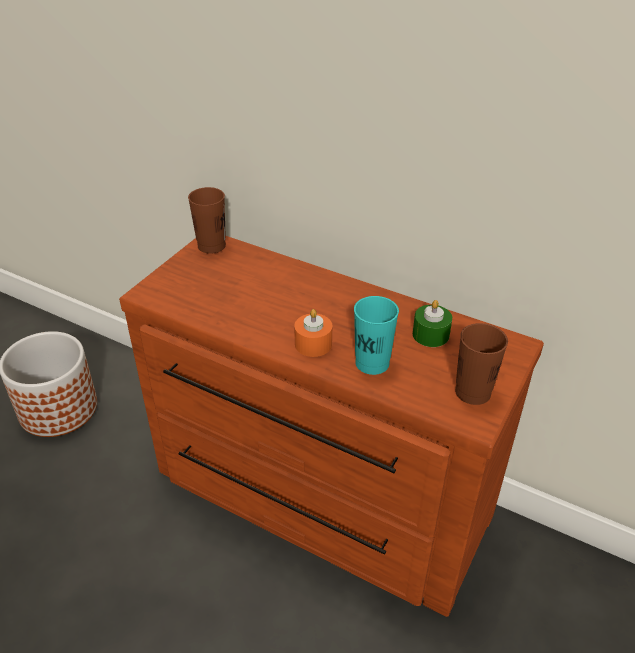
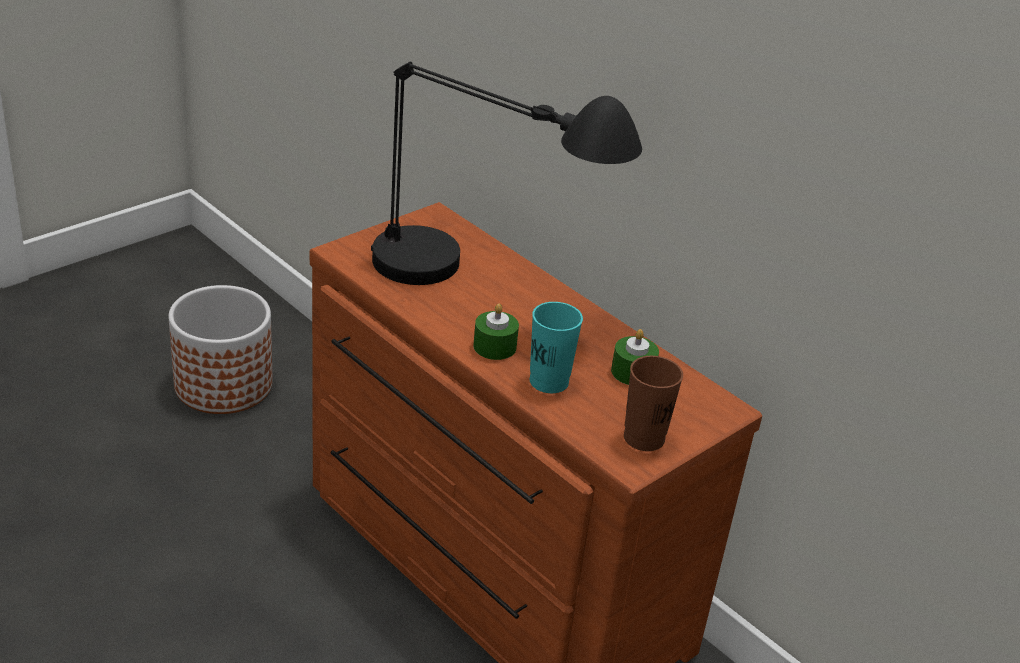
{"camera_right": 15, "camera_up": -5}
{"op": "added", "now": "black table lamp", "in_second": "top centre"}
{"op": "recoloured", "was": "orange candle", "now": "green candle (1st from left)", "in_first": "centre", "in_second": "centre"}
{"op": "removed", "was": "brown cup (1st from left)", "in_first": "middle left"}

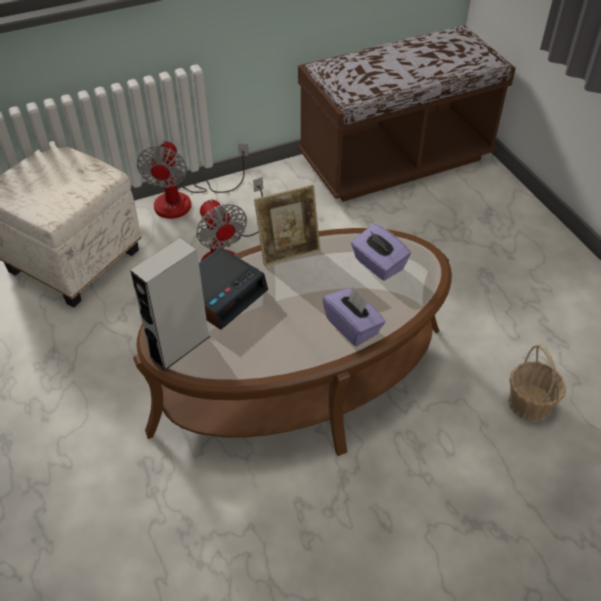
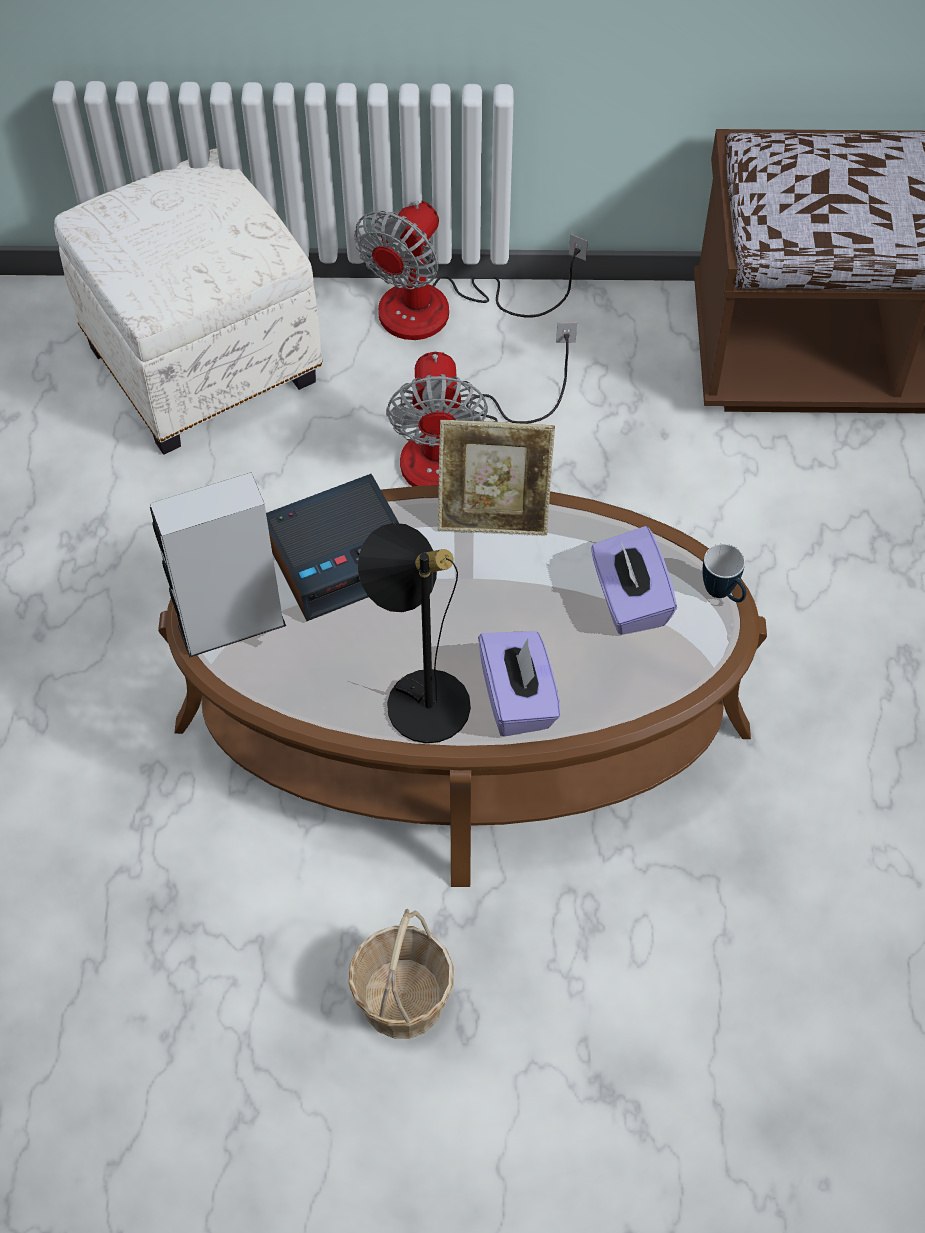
{"camera_right": 25, "camera_up": 10}
{"op": "moved", "was": "basket", "in_first": "middle right", "in_second": "bottom centre"}
{"op": "added", "now": "black table lamp", "in_second": "centre"}
{"op": "added", "now": "mug", "in_second": "middle right"}

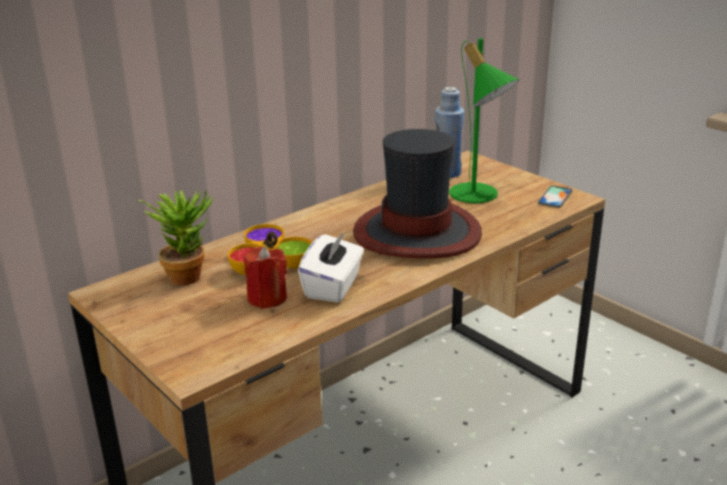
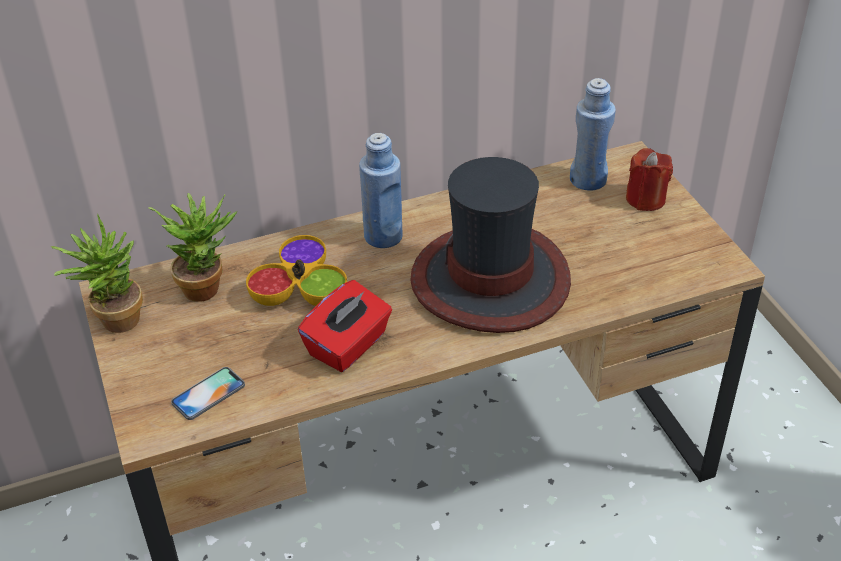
{"camera_right": 20, "camera_up": 15}
{"op": "added", "now": "potted plant (1st from left)", "in_second": "middle left"}
{"op": "moved", "was": "phone", "in_first": "middle right", "in_second": "bottom left"}
{"op": "recoloured", "was": "white tissue box", "now": "red tissue box", "in_first": "centre", "in_second": "centre"}
{"op": "added", "now": "blue bottle (1st from left)", "in_second": "centre"}
{"op": "moved", "was": "red candle", "in_first": "centre", "in_second": "top right"}
{"op": "removed", "was": "green table lamp", "in_first": "top centre"}

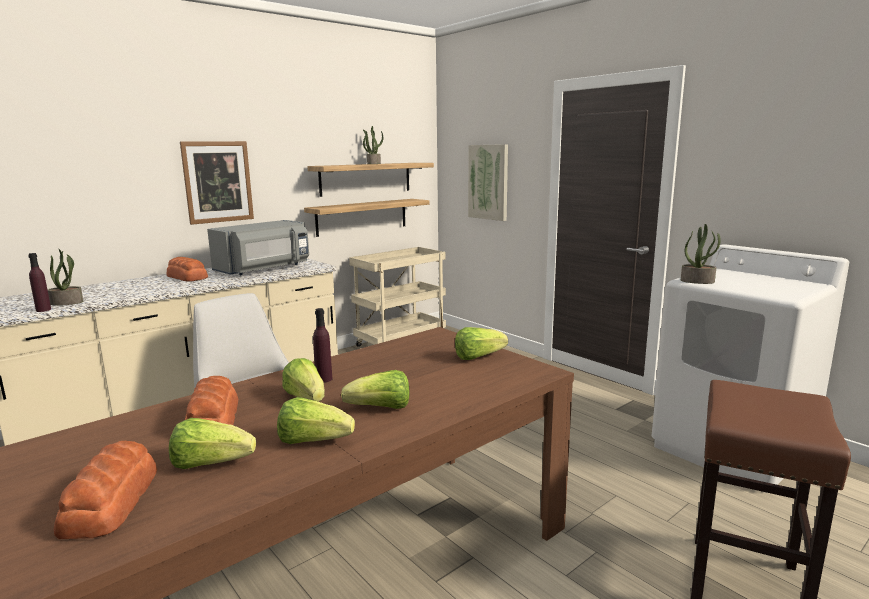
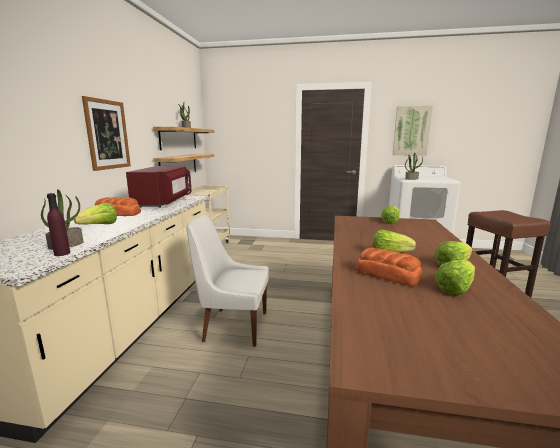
{"camera_right": -40, "camera_up": 0}
{"op": "moved", "was": "lettuce (4th from left in the first image)", "now": "lettuce (1st from left)", "in_first": "centre", "in_second": "middle left"}
{"op": "recoloured", "was": "grey microwave", "now": "red microwave", "in_first": "middle left", "in_second": "middle left"}
{"op": "moved", "was": "picture (2nd from left)", "in_first": "top centre", "in_second": "top right"}
{"op": "removed", "was": "bread (1st from left)", "in_first": "bottom left"}
{"op": "removed", "was": "purple bottle (2nd from left)", "in_first": "centre"}

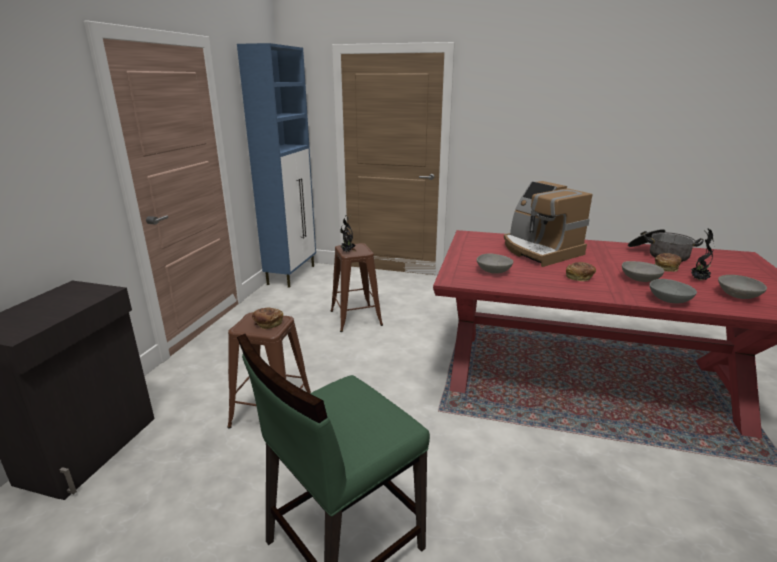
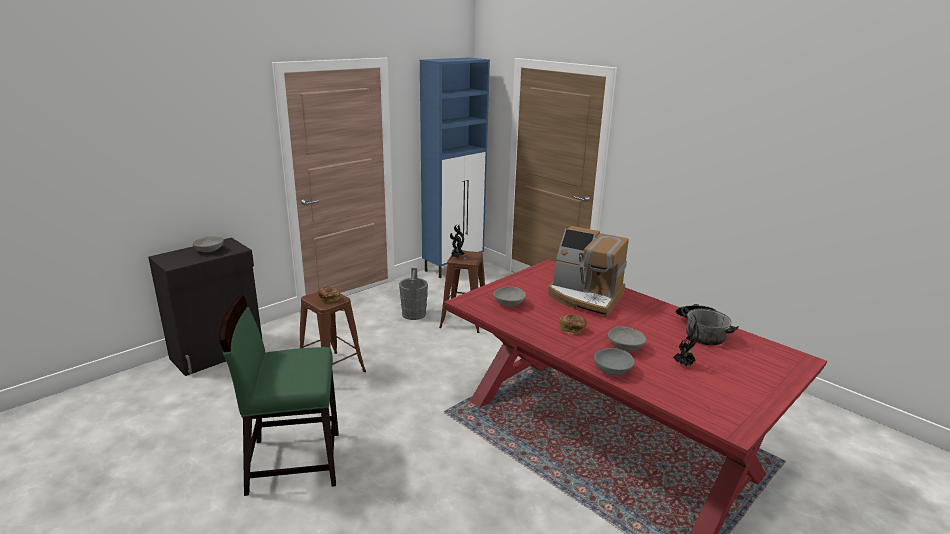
{"camera_right": 30, "camera_up": 0}
{"op": "moved", "was": "grey bowl (4th from left in the first image)", "now": "grey bowl (1st from left)", "in_first": "middle right", "in_second": "middle left"}
{"op": "added", "now": "grey bucket", "in_second": "centre"}
{"op": "turned", "was": "coffee machine", "in_first": "middle right", "in_second": "centre", "clockwise": -60}
{"op": "removed", "was": "bread (3rd from left)", "in_first": "middle right"}

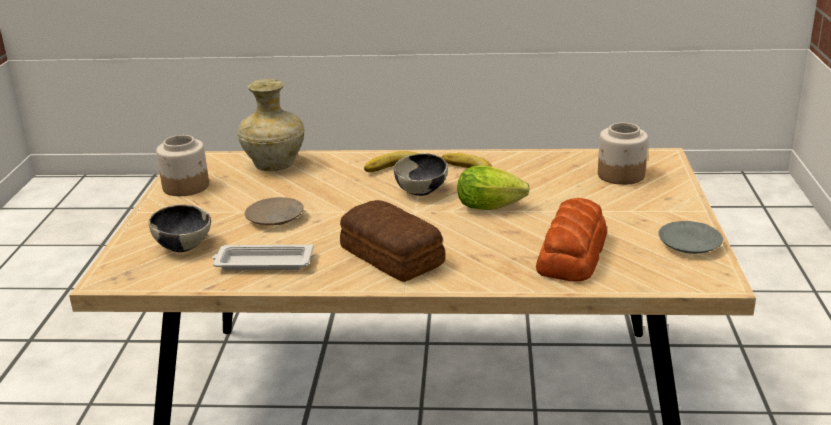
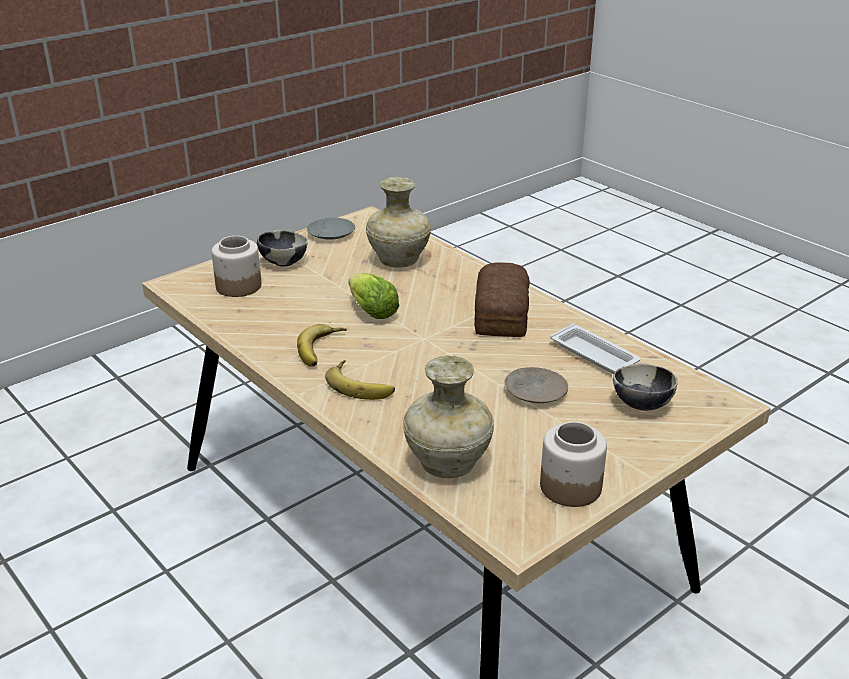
{"camera_right": -135, "camera_up": 5}
{"op": "moved", "was": "bowl (2nd from left in the first image)", "now": "bowl (1st from left)", "in_first": "centre", "in_second": "middle left"}
{"op": "replaced", "was": "bread (2nd from left)", "now": "beige vase (1st from left)", "in_first": "middle right", "in_second": "top centre"}

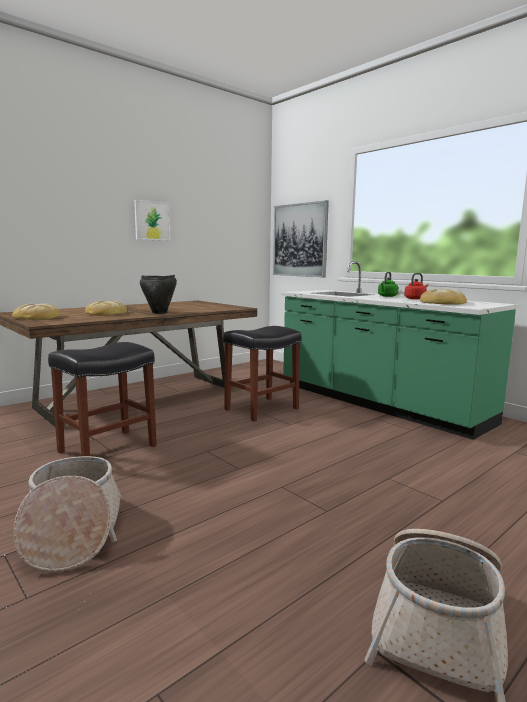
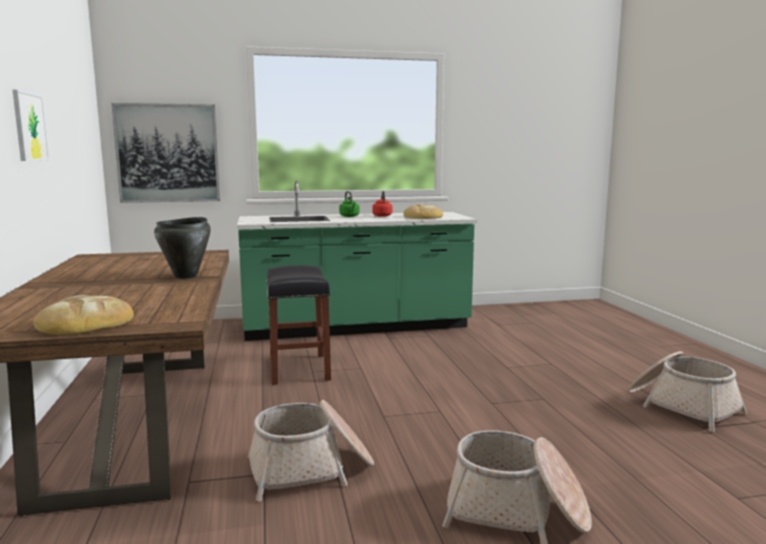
{"camera_right": -60, "camera_up": 0}
{"op": "replaced", "was": "black stool (1st from left)", "now": "basket (1st from left)", "in_first": "middle left", "in_second": "bottom centre"}
{"op": "removed", "was": "bread (2nd from left)", "in_first": "middle left"}

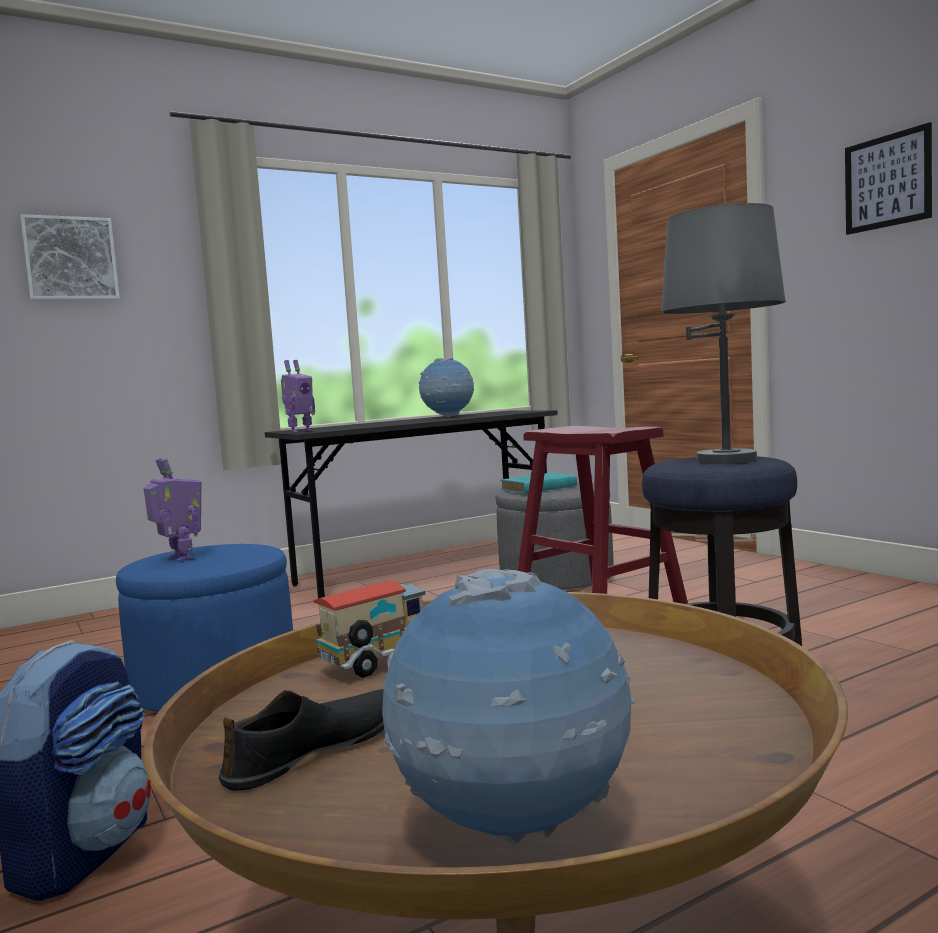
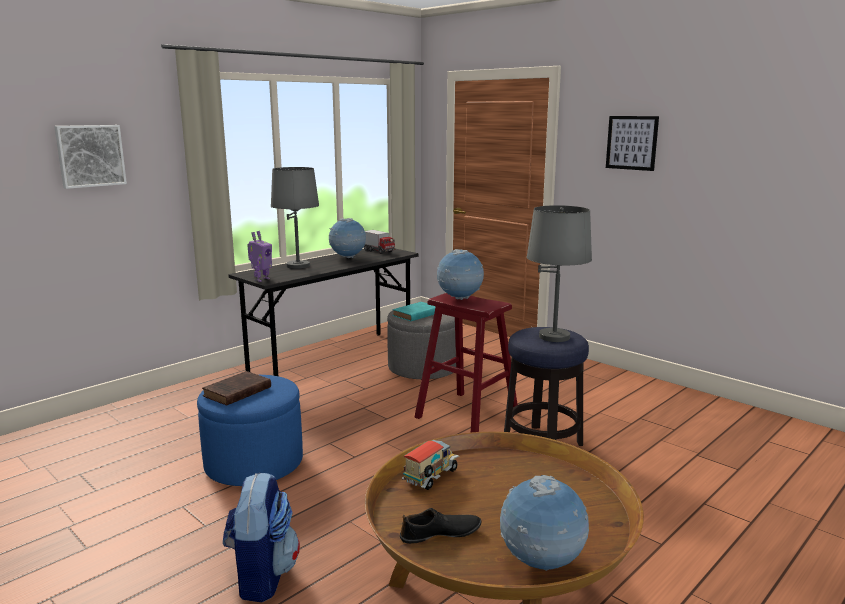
{"camera_right": -15, "camera_up": 10}
{"op": "replaced", "was": "toy robot (1st from left)", "now": "brown book", "in_first": "middle left", "in_second": "middle left"}
{"op": "added", "now": "grey table lamp (1st from left)", "in_second": "centre"}
{"op": "added", "now": "toy truck (1st from left)", "in_second": "centre"}
{"op": "turned", "was": "black shoe", "in_first": "bottom left", "in_second": "bottom centre", "clockwise": 45}
{"op": "added", "now": "globe (2nd from left)", "in_second": "centre"}

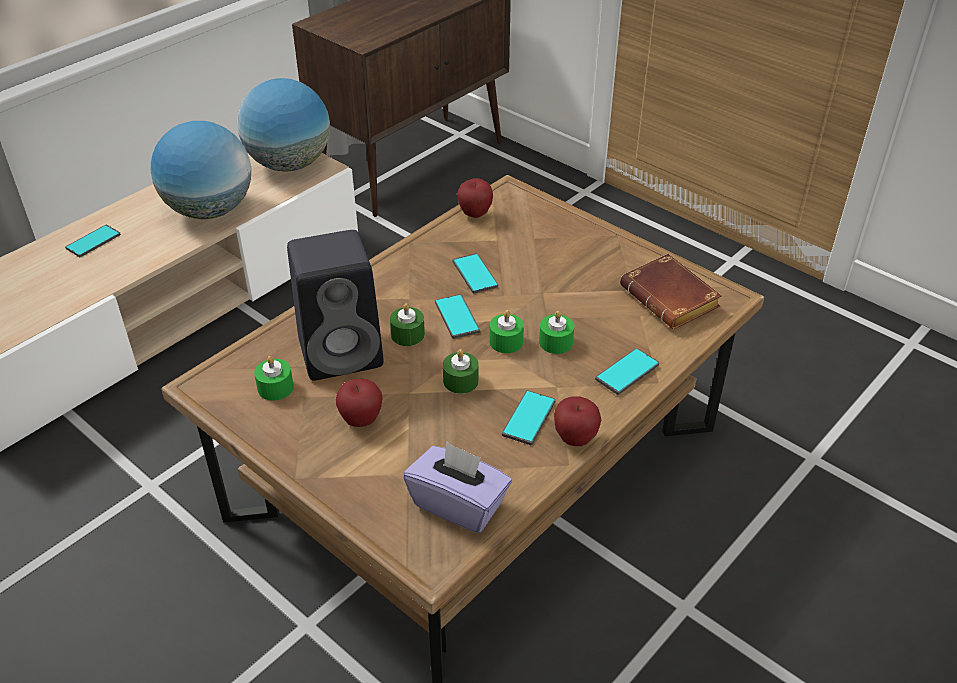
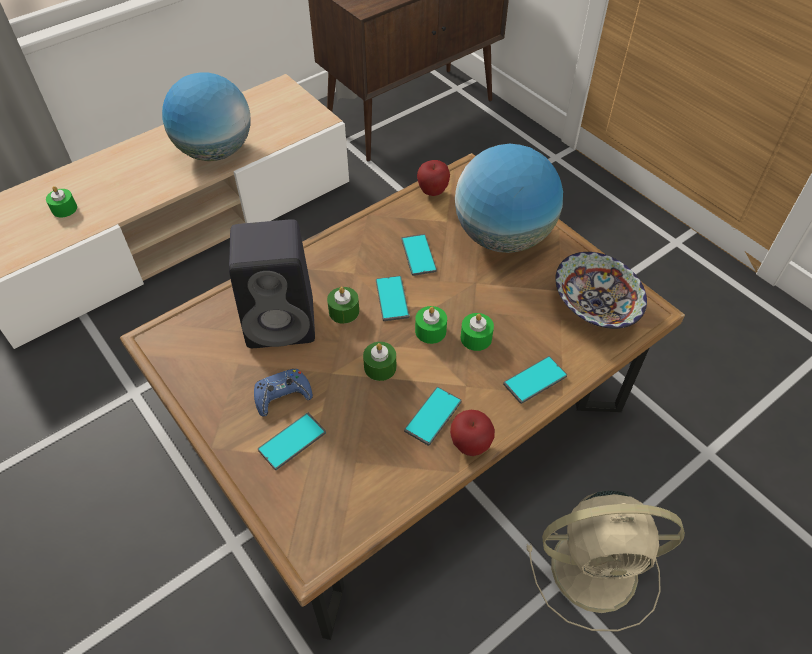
{"camera_right": 10, "camera_up": 10}
{"op": "moved", "was": "green candle (1st from left)", "in_first": "middle left", "in_second": "top left"}
{"op": "replaced", "was": "apple (1st from left)", "now": "blue game controller", "in_first": "centre", "in_second": "centre"}
{"op": "moved", "was": "phone (1st from left)", "in_first": "middle left", "in_second": "bottom centre"}
{"op": "moved", "was": "globe (2nd from left)", "in_first": "top left", "in_second": "top centre"}
{"op": "added", "now": "beige fan", "in_second": "bottom right"}
{"op": "replaced", "was": "brown book", "now": "bowl", "in_first": "middle right", "in_second": "middle right"}
{"op": "removed", "was": "purple tissue box", "in_first": "bottom centre"}

